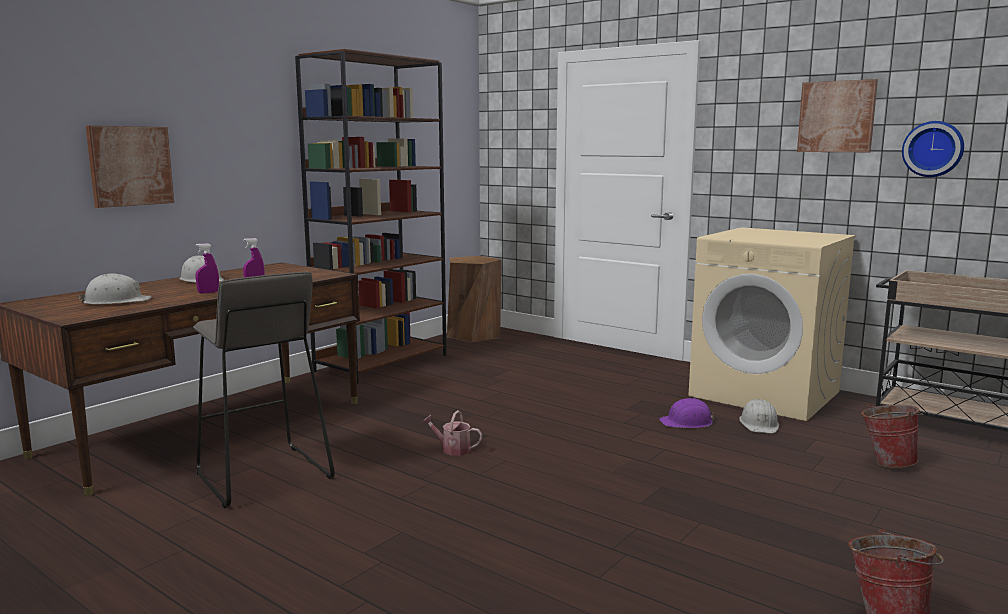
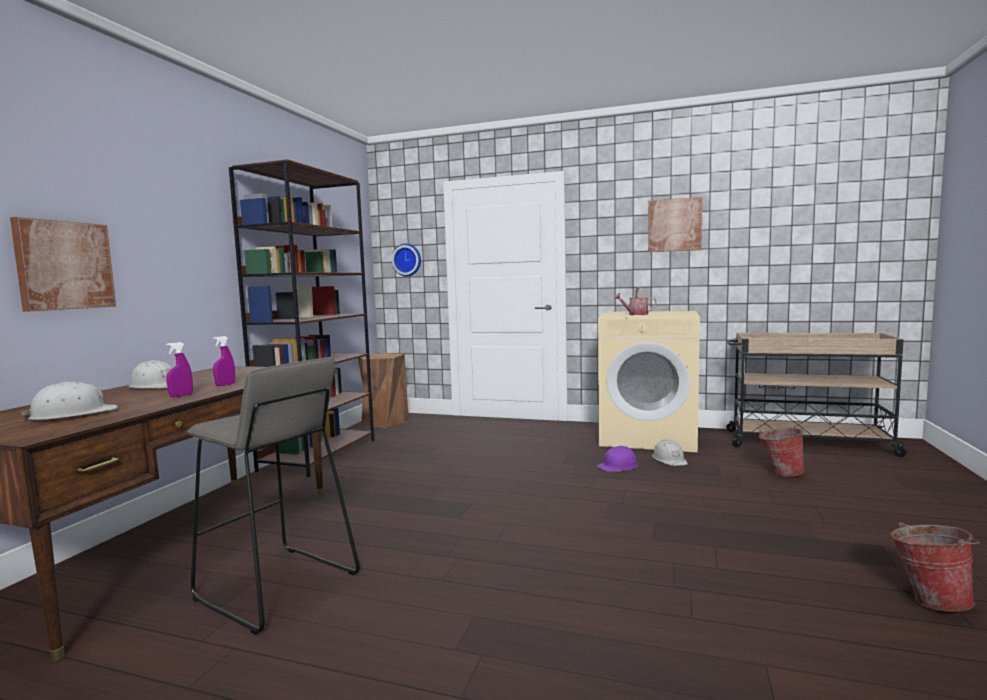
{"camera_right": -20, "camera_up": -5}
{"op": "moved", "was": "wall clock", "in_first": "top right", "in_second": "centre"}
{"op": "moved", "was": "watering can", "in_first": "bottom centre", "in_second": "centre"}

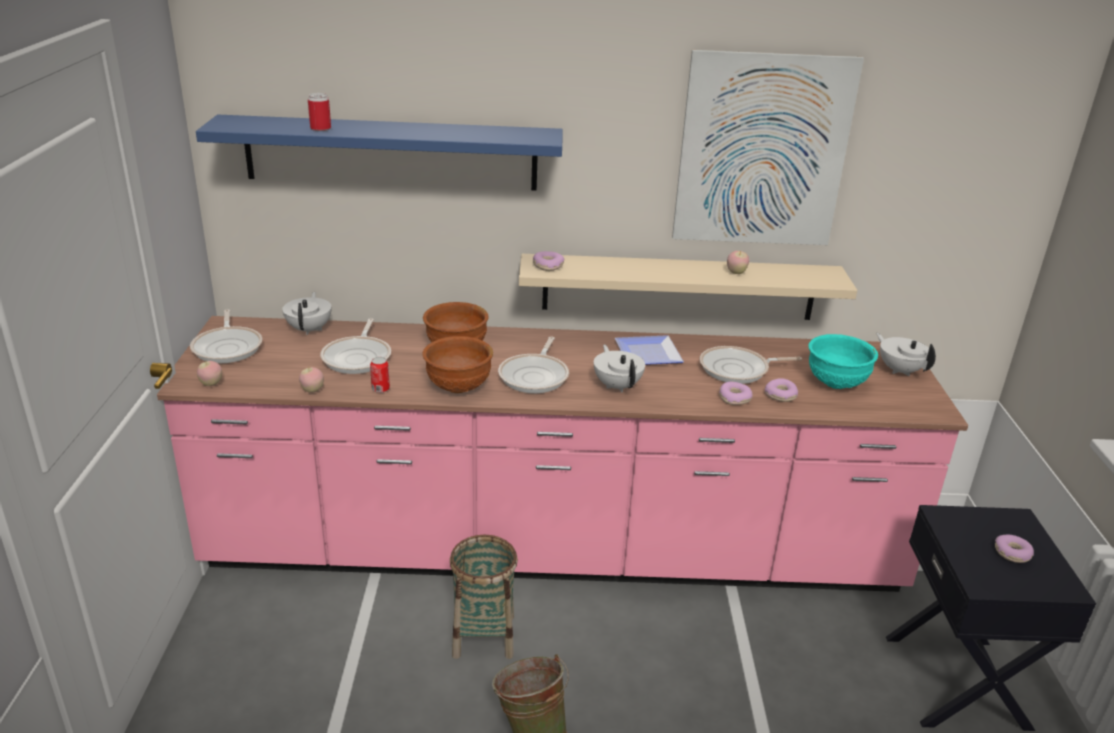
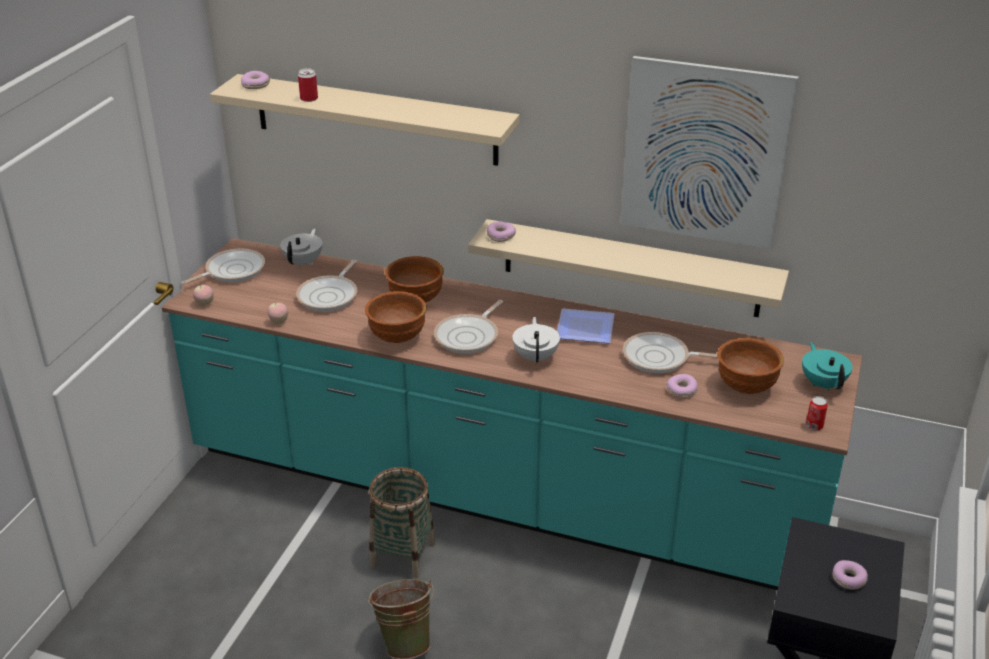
{"camera_right": 20, "camera_up": 5}
{"op": "recoloured", "was": "pink counter", "now": "turquoise counter", "in_first": "centre", "in_second": "centre"}
{"op": "turned", "was": "frying pan (1st from left)", "in_first": "middle left", "in_second": "middle left", "clockwise": -135}
{"op": "recoloured", "was": "blue shelf", "now": "beige shelf (1st from left)", "in_first": "top centre", "in_second": "top centre"}
{"op": "moved", "was": "donut (2nd from left in the first image)", "now": "donut (1st from left)", "in_first": "centre", "in_second": "top left"}
{"op": "recoloured", "was": "turquoise bowl", "now": "brown bowl (3rd from left)", "in_first": "middle right", "in_second": "middle right"}
{"op": "recoloured", "was": "white teapot (3rd from left)", "now": "turquoise teapot", "in_first": "middle right", "in_second": "middle right"}
{"op": "moved", "was": "can (2nd from left)", "in_first": "centre", "in_second": "middle right"}
{"op": "removed", "was": "apple (3rd from left)", "in_first": "centre"}

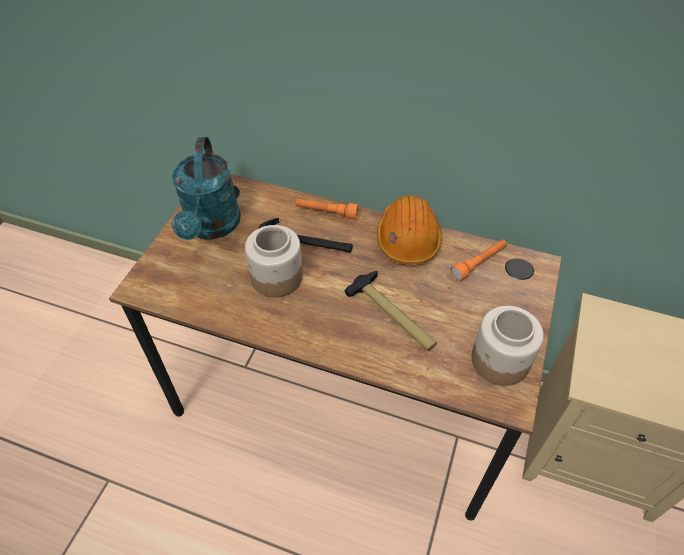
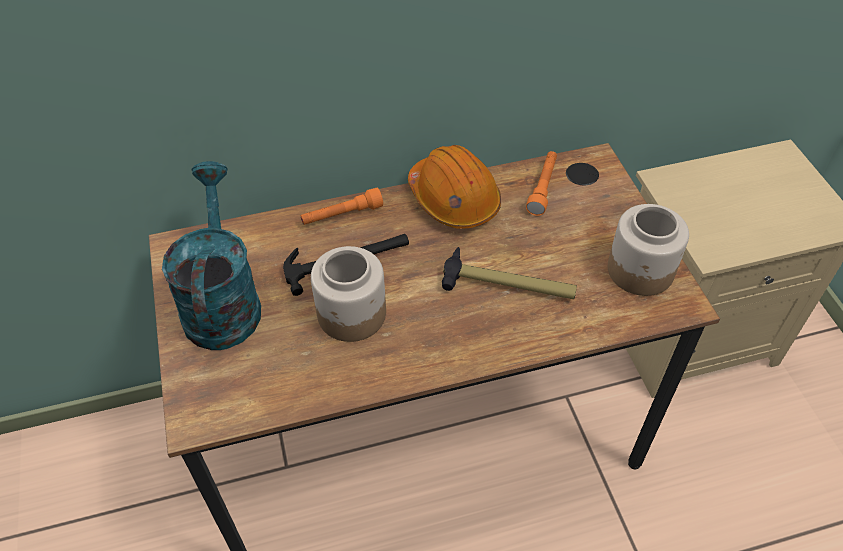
{"camera_right": -35, "camera_up": 0}
{"op": "turned", "was": "turquoise watering can", "in_first": "middle left", "in_second": "middle left", "clockwise": -150}

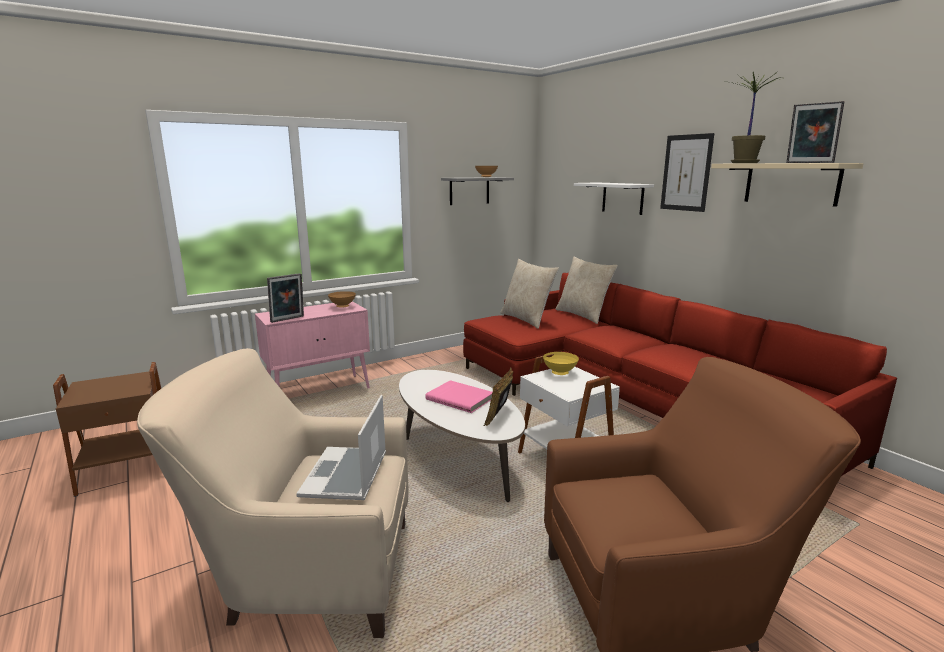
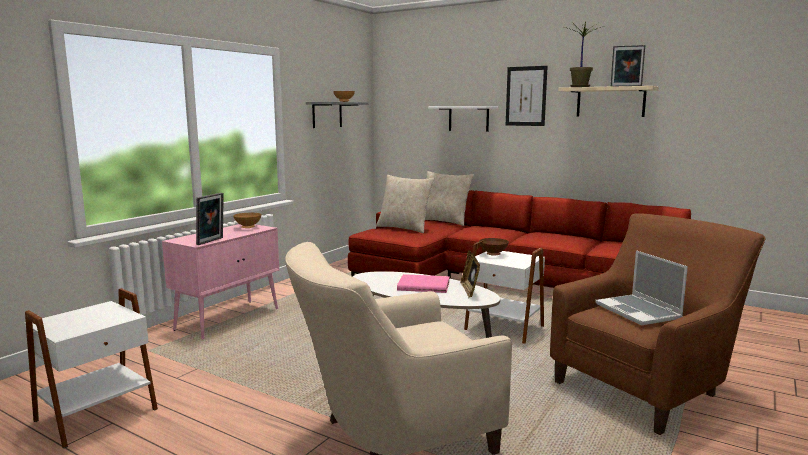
{"camera_right": -25, "camera_up": -5}
{"op": "recoloured", "was": "brown side table", "now": "white side table (1st from left)", "in_first": "middle left", "in_second": "bottom left"}
{"op": "recoloured", "was": "yellow bowl", "now": "brown bowl (3rd from left)", "in_first": "centre", "in_second": "centre"}
{"op": "moved", "was": "laptop", "in_first": "bottom centre", "in_second": "middle right"}

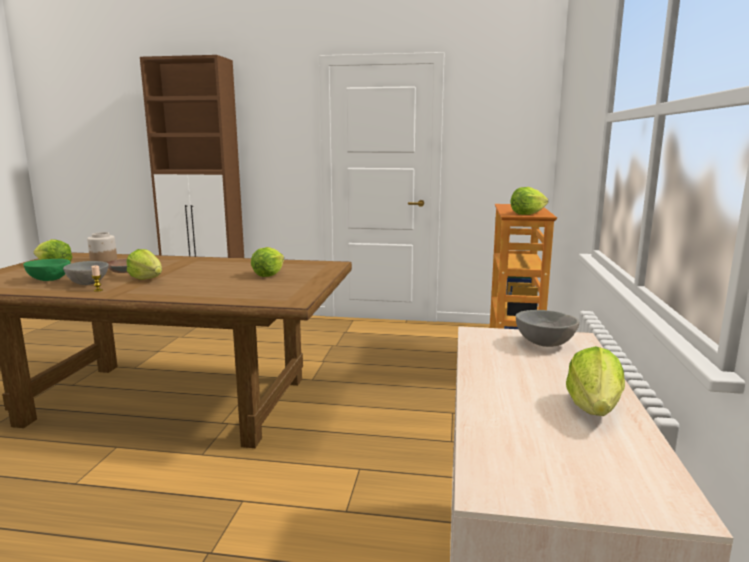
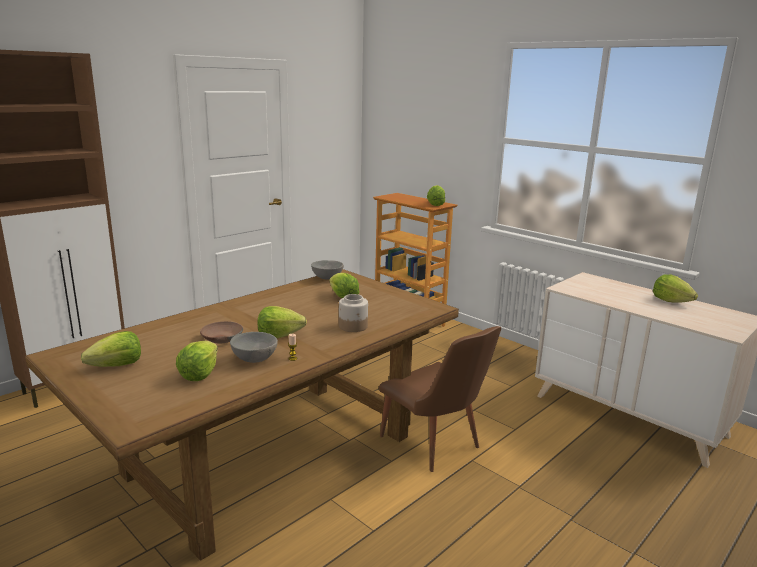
{"camera_right": -55, "camera_up": 5}
{"op": "replaced", "was": "green bowl", "now": "lettuce (2nd from left)", "in_first": "middle left", "in_second": "middle left"}
{"op": "moved", "was": "grey bowl (2nd from left)", "in_first": "middle right", "in_second": "centre"}
{"op": "moved", "was": "jar", "in_first": "middle left", "in_second": "centre"}
{"op": "added", "now": "brown chair", "in_second": "bottom centre"}

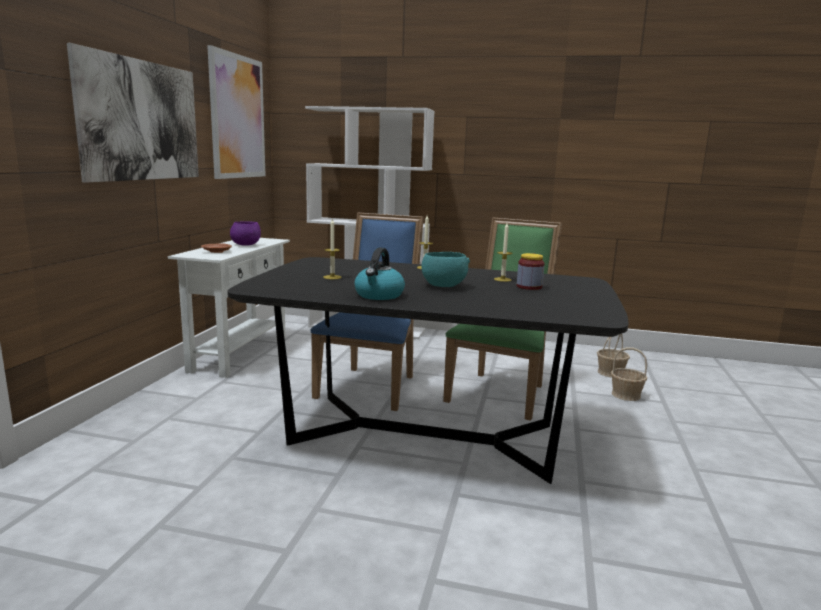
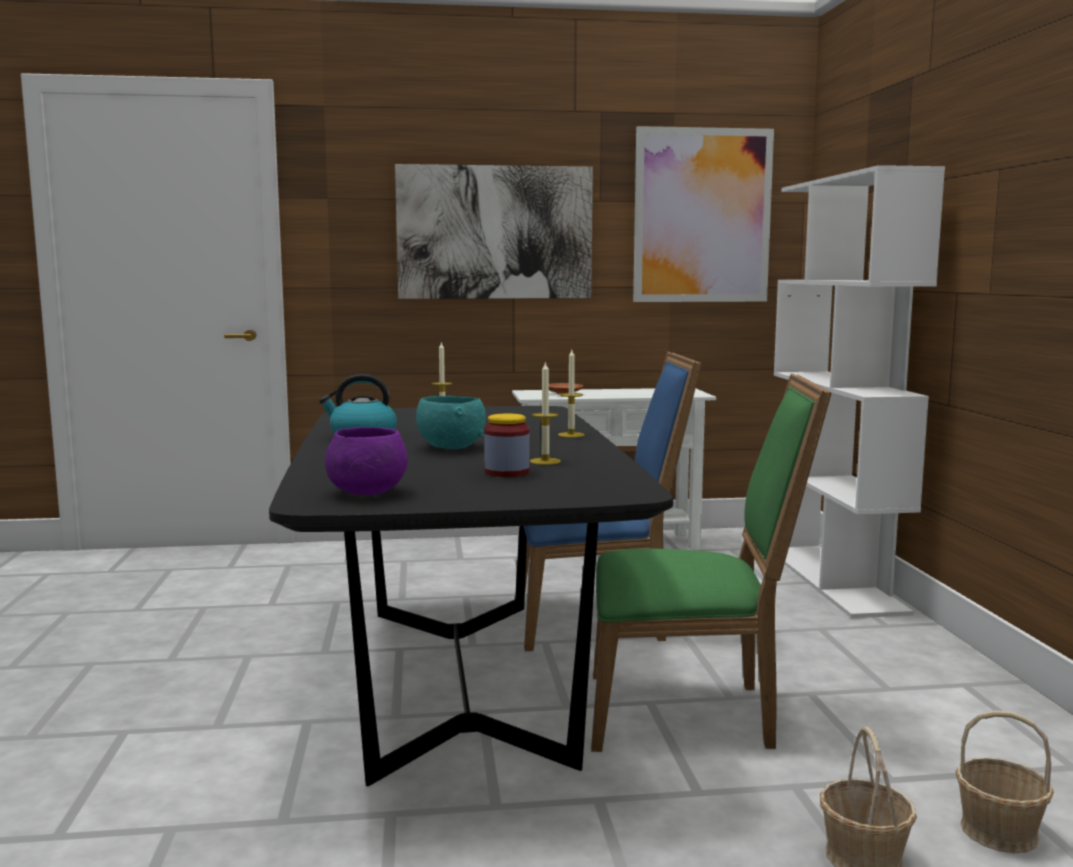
{"camera_right": 70, "camera_up": -5}
{"op": "moved", "was": "purple bowl", "in_first": "middle left", "in_second": "centre"}

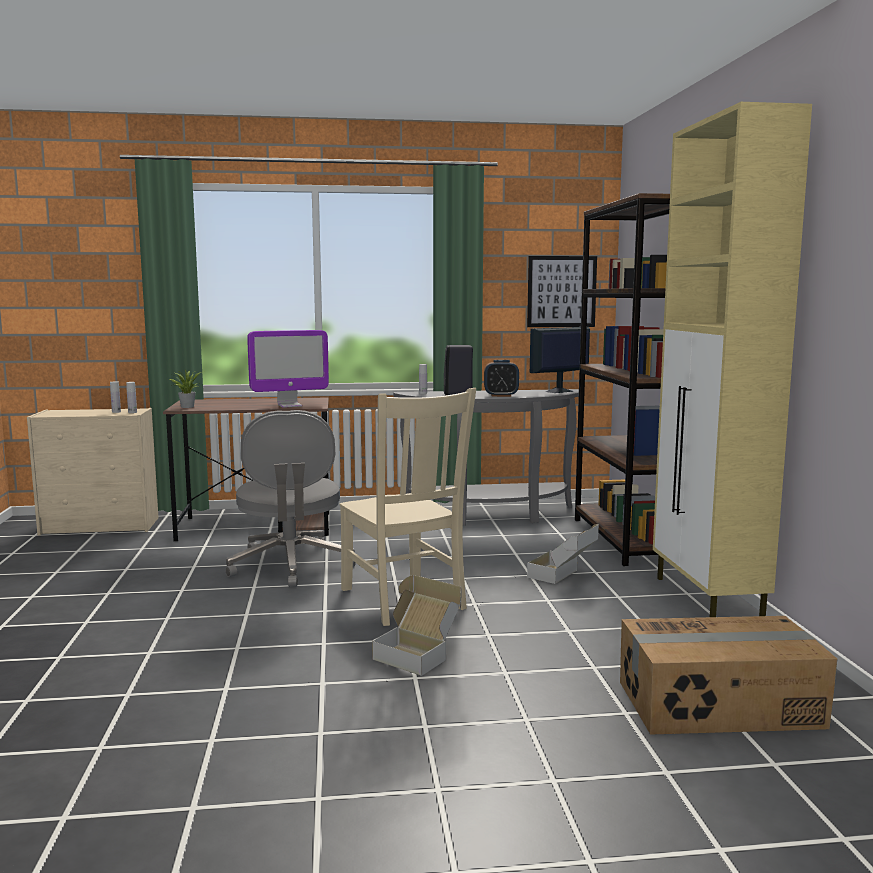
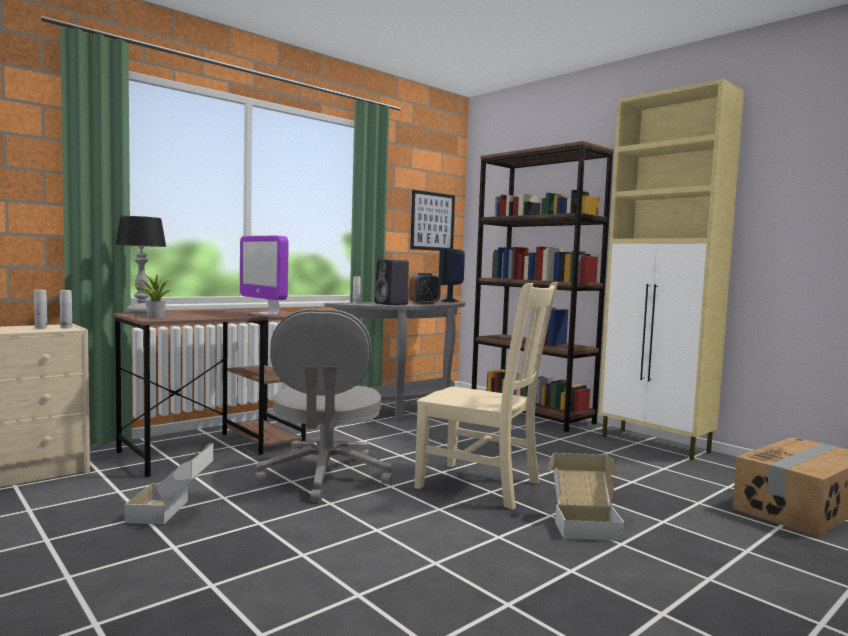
{"camera_right": -35, "camera_up": -5}
{"op": "added", "now": "table lamp", "in_second": "middle left"}
{"op": "moved", "was": "cardboard box (2nd from left in the first image)", "now": "cardboard box (1st from left)", "in_first": "centre", "in_second": "bottom left"}
{"op": "turned", "was": "monitor (1st from left)", "in_first": "middle left", "in_second": "middle left", "clockwise": 105}
{"op": "turned", "was": "grey office chair", "in_first": "middle left", "in_second": "centre", "clockwise": 45}

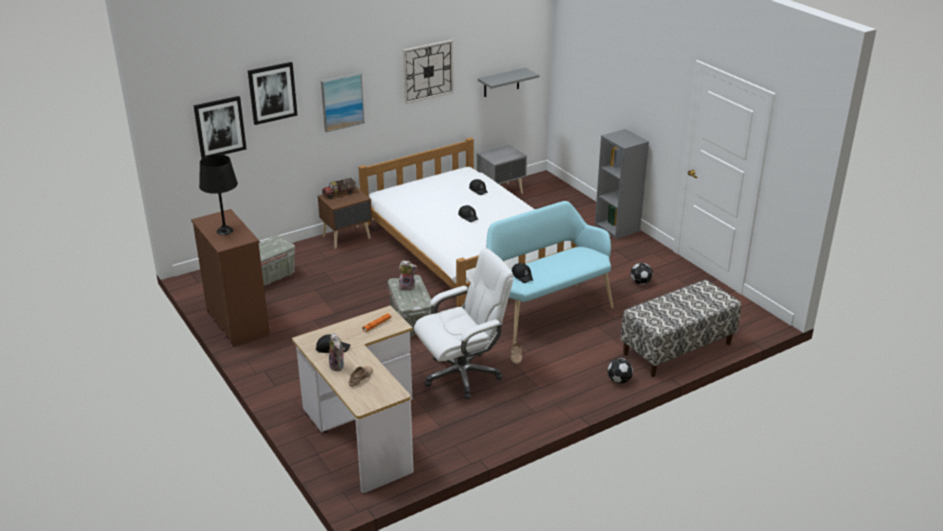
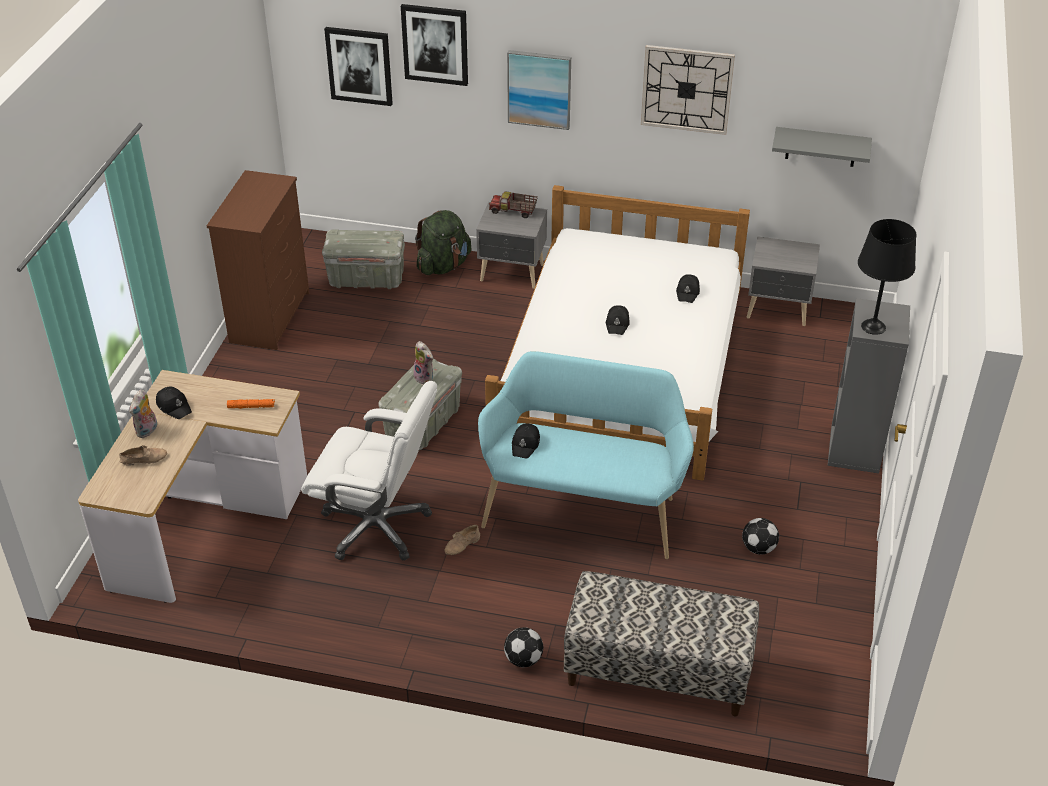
{"camera_right": 45, "camera_up": 10}
{"op": "added", "now": "green backpack", "in_second": "top centre"}
{"op": "recoloured", "was": "brown nightstand", "now": "grey nightstand (1st from left)", "in_first": "centre", "in_second": "top centre"}
{"op": "moved", "was": "black table lamp", "in_first": "middle left", "in_second": "middle right"}

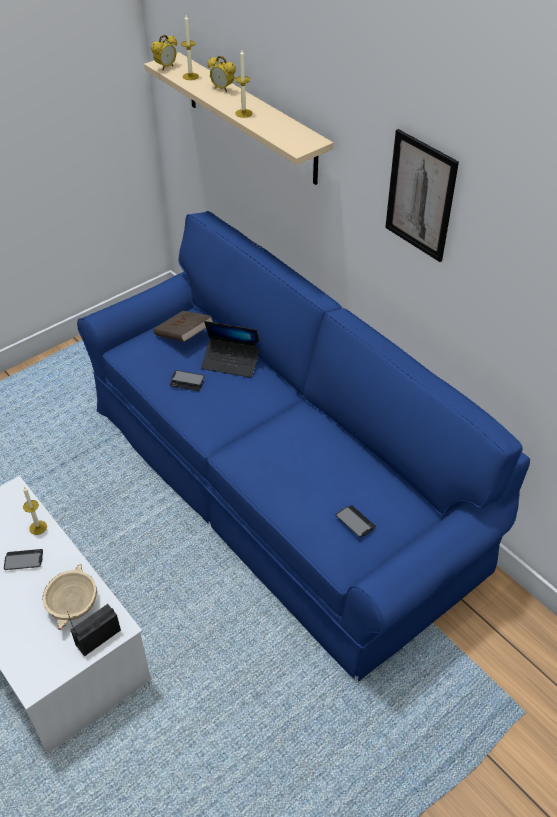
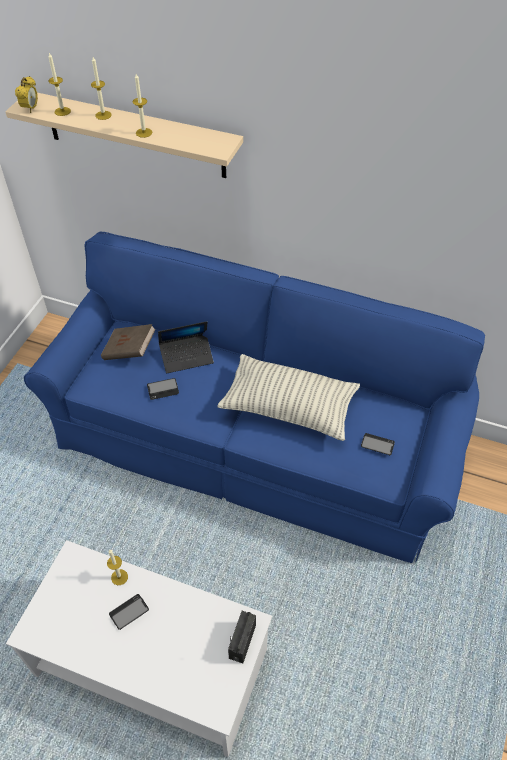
{"camera_right": -30, "camera_up": 5}
{"op": "replaced", "was": "alarm clock (2nd from left)", "now": "candle (2nd from left)", "in_first": "top centre", "in_second": "top left"}
{"op": "added", "now": "pillow", "in_second": "centre"}
{"op": "removed", "was": "beige bowl", "in_first": "bottom left"}
{"op": "removed", "was": "picture", "in_first": "top right"}

